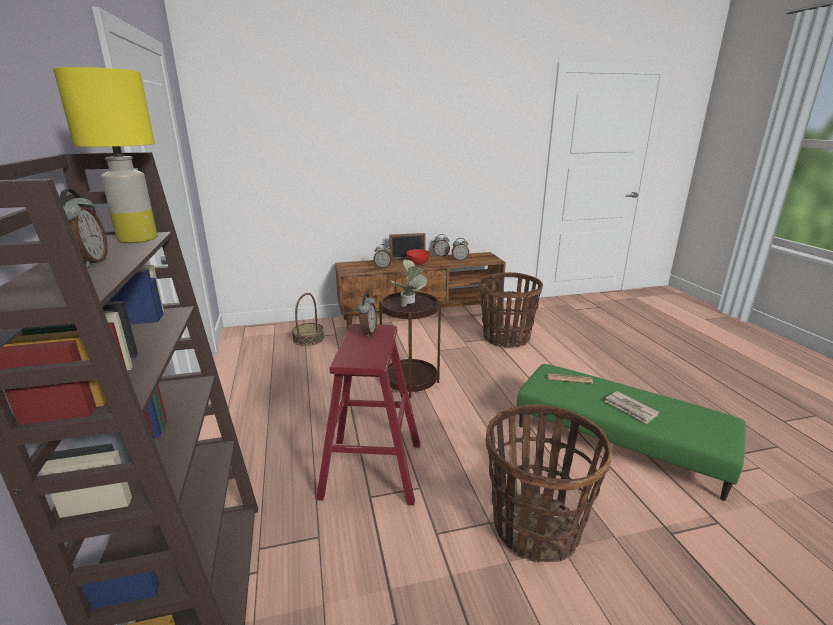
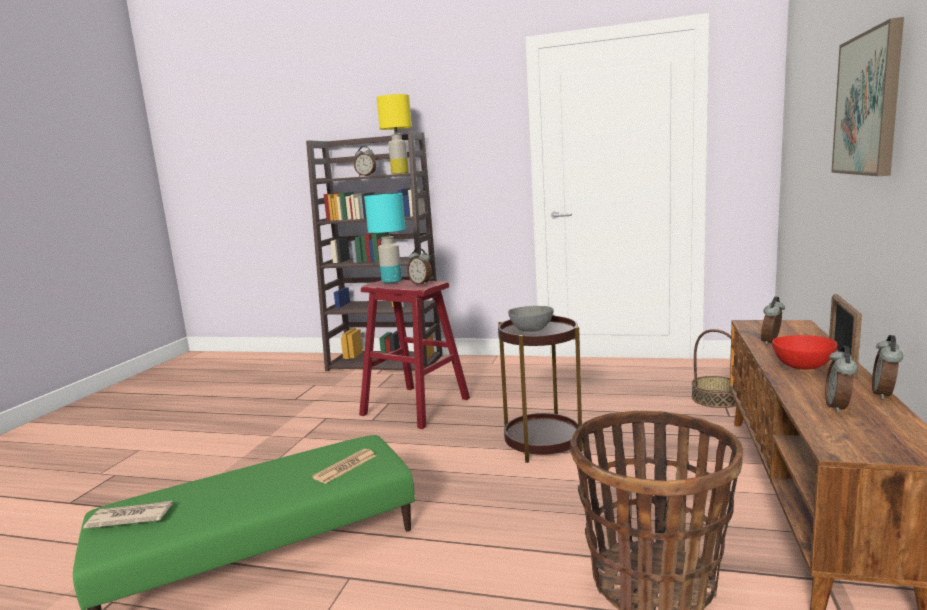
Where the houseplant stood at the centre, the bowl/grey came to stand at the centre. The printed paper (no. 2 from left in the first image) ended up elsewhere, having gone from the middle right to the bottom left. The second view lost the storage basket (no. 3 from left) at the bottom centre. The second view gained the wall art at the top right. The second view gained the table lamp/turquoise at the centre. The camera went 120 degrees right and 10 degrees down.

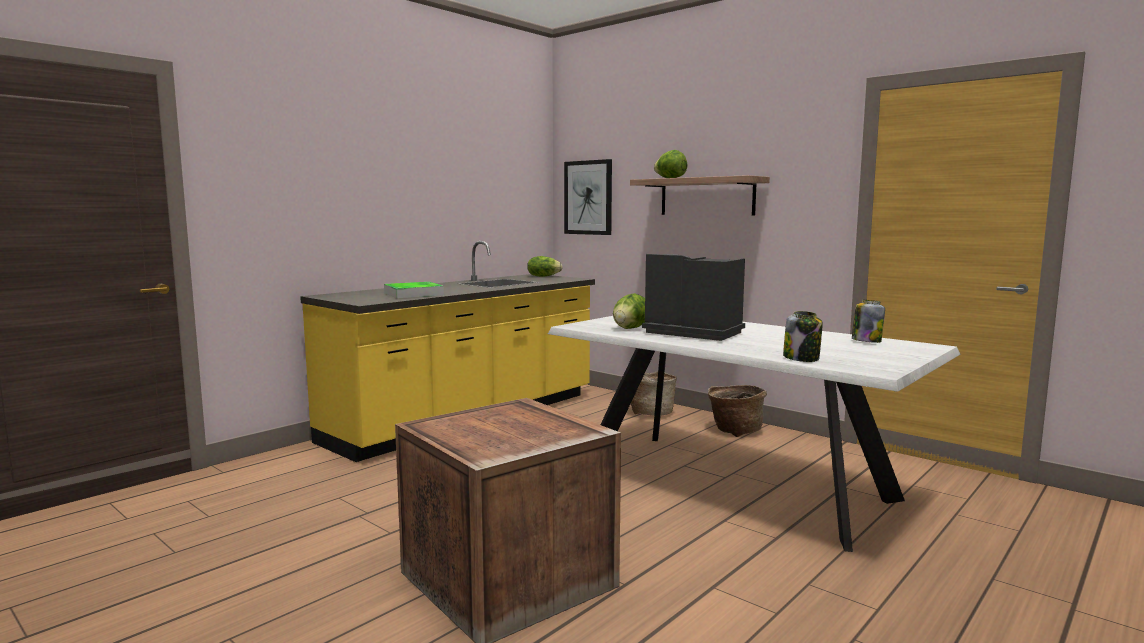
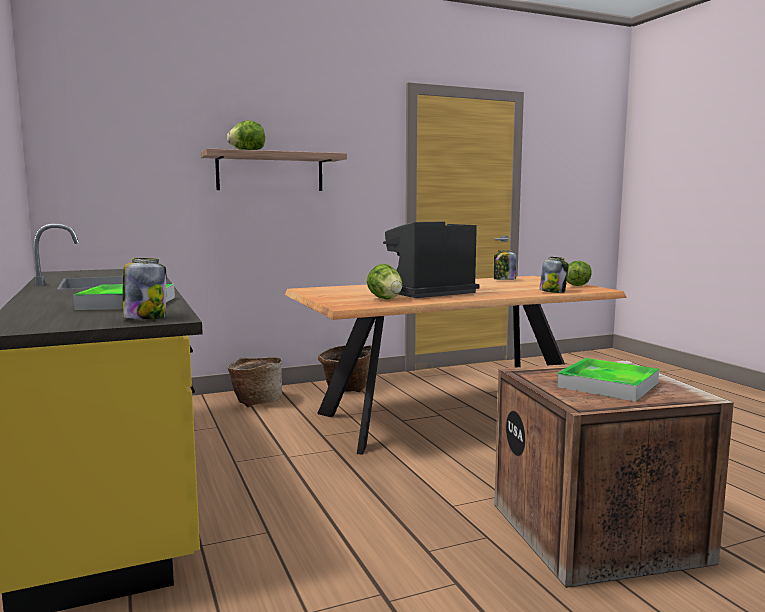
The second view lost the wall art at the top centre. The head of lettuce (no. 1 from left in the first image) ended up elsewhere, having gone from the centre to the middle right. What was the dining table/whitish at the bottom centre turned into the dining table/brown at the centre. The second view gained the preserve jar (no. 1 from left) at the middle left. The second view gained the serving tray (no. 2 from left) at the middle right. The camera went 65 degrees left and 0 degrees up.

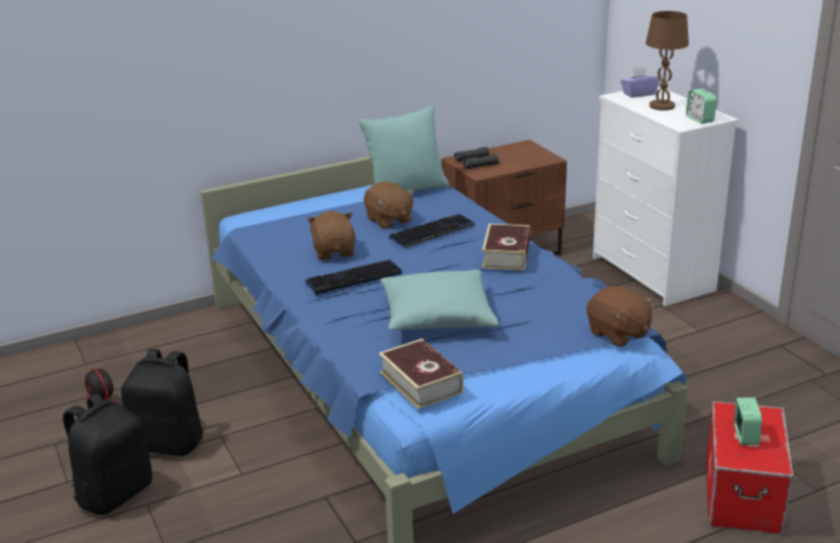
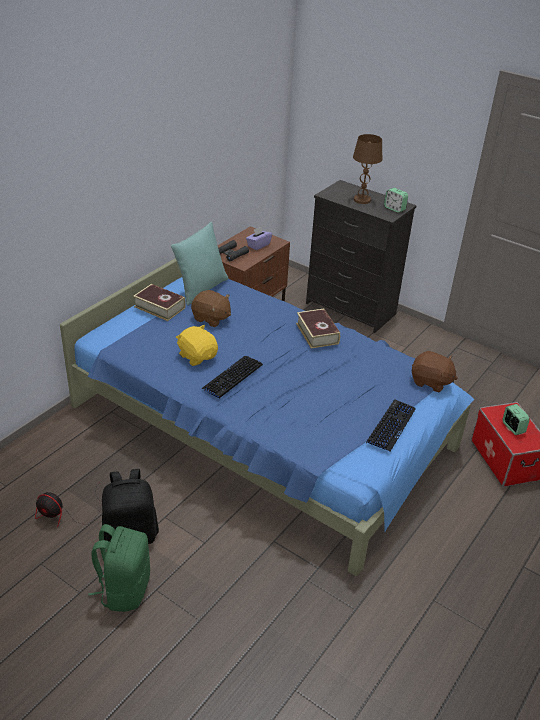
The box of tissues/purplish ended up elsewhere, having gone from the top right to the top centre. What was the chest of drawers/whitish at the middle right turned into the chest of drawers/blackish at the middle right. What was the soft toy/brown (no. 1 from left) at the centre turned into the soft toy/yellow at the centre. The keyboard (no. 2 from left) ended up elsewhere, having gone from the centre to the middle right. The second view lost the pillow/turquoise (no. 2 from left) at the centre. The bound book (no. 1 from left) ended up elsewhere, having gone from the bottom centre to the middle left. What was the rucksack/blackish (no. 1 from left) at the bottom left turned into the rucksack/green-coloured at the bottom left. The camera went 30 degrees left and 10 degrees up.

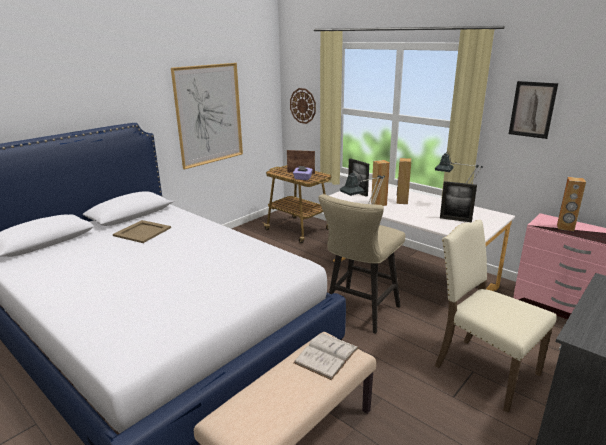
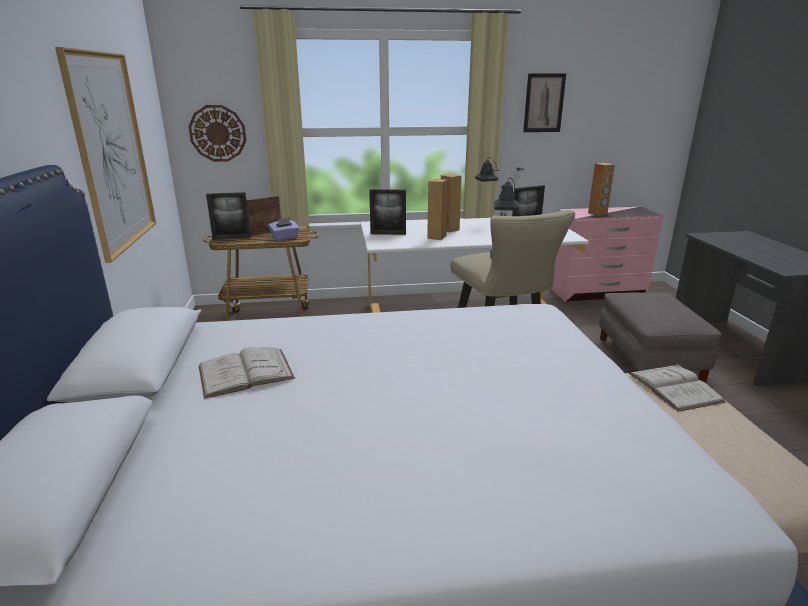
Where the serving tray/sand-coloured stood at the middle left, the bound book/whitish (no. 1 from left) came to stand at the middle left. Where the upright chair/sand-coloured stood at the bottom right, the ottoman/grey came to stand at the middle right. The second view gained the standing frame (no. 1 from left) at the middle left. The camera went 50 degrees left and 0 degrees up.

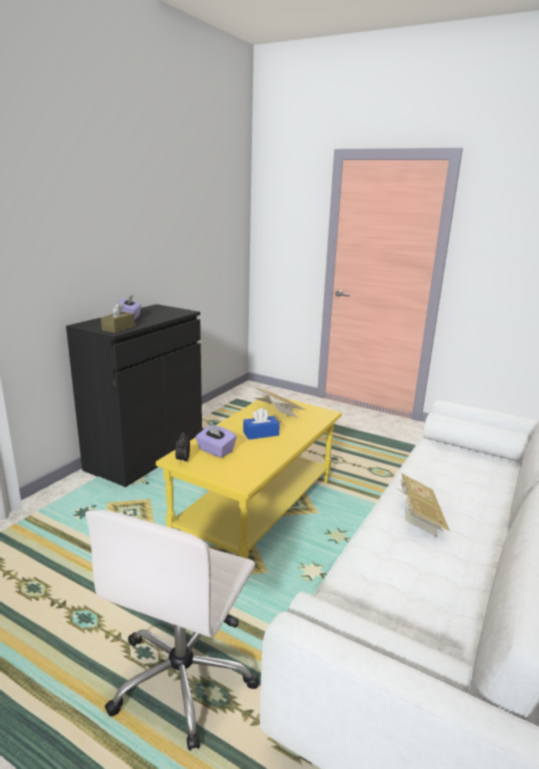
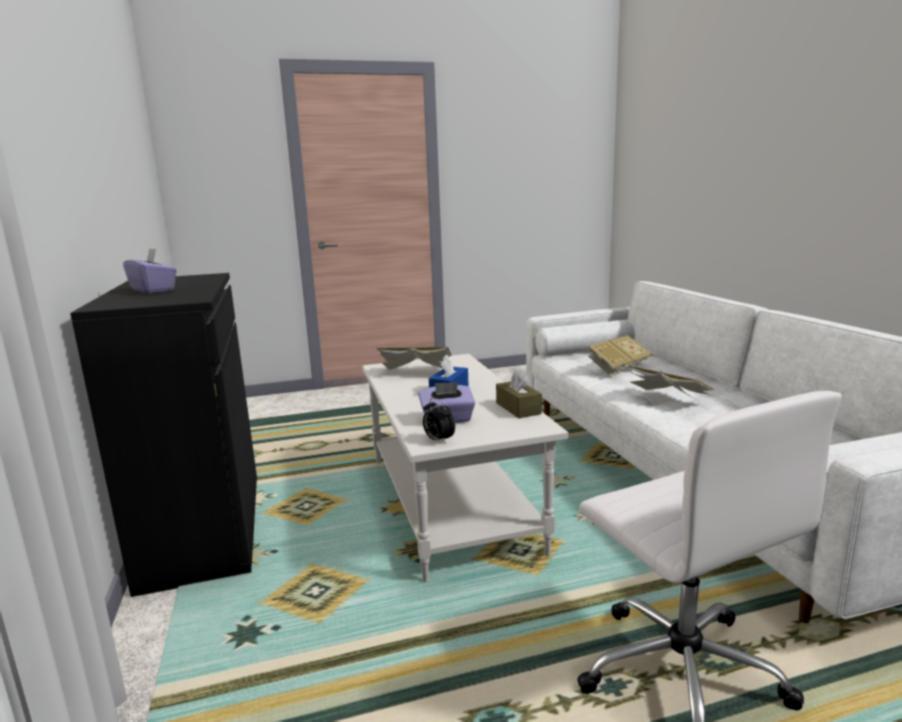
The box of tissues/brown ended up elsewhere, having gone from the middle left to the centre. What was the lounge table/yellow at the centre turned into the lounge table/whitish at the centre. The second view gained the bound book (no. 2 from left) at the middle right. The camera went 45 degrees left and 5 degrees down.

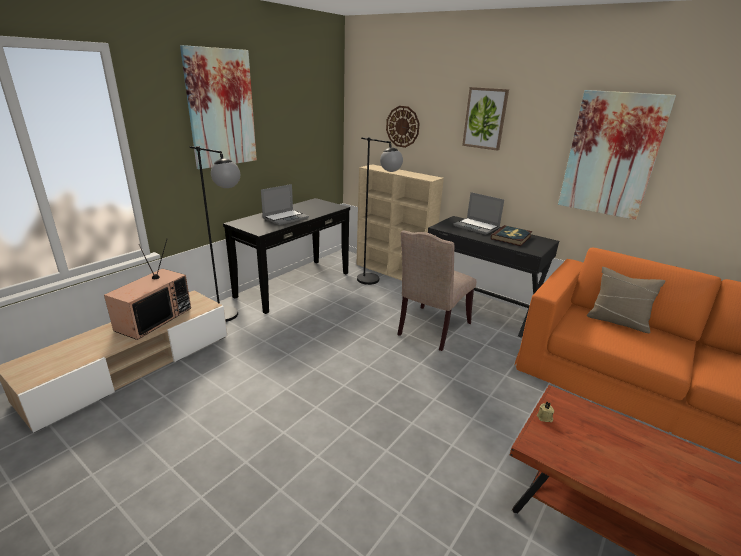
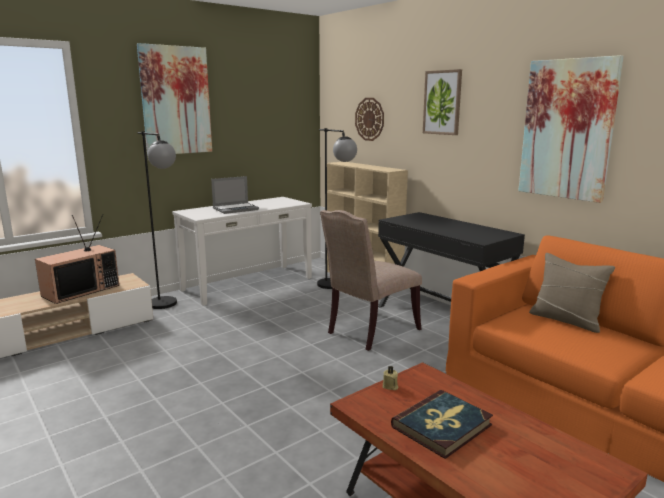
The second view lost the portable computer (no. 2 from left) at the centre. What was the narrow table/blackish at the centre turned into the narrow table/whitish at the centre. The bound book ended up elsewhere, having gone from the middle right to the bottom centre. The camera went 15 degrees right and 10 degrees down.

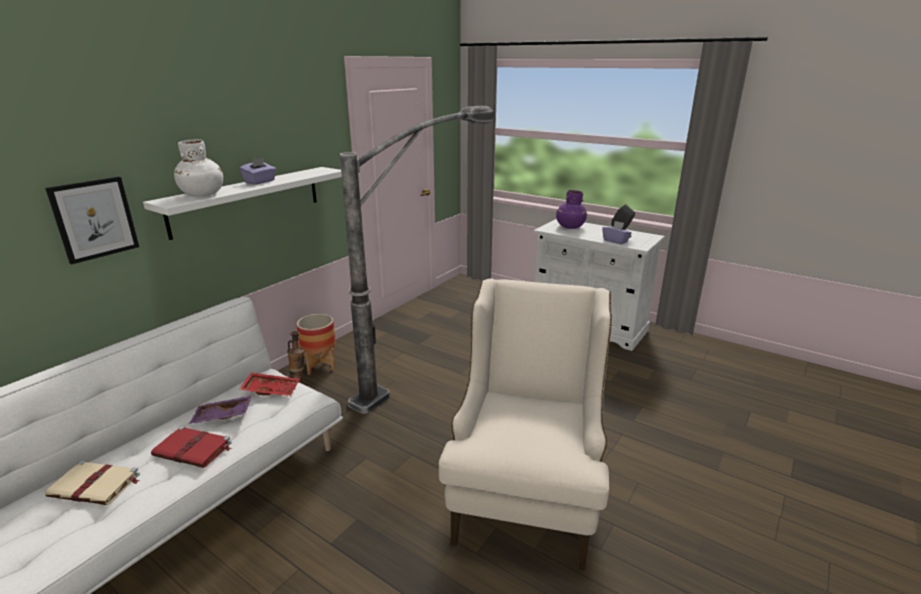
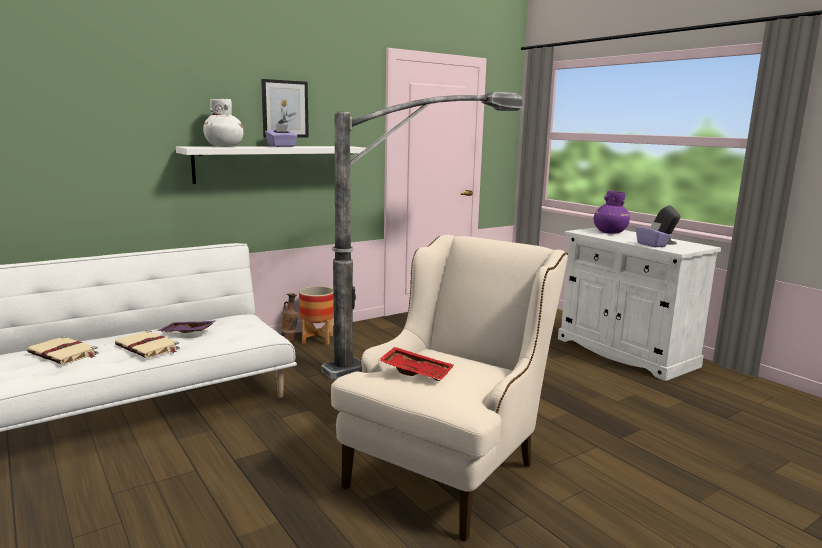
The wall art ended up elsewhere, having gone from the middle left to the top centre. The serving tray/red ended up elsewhere, having gone from the middle left to the centre. What was the bound book/red at the bottom left turned into the bound book/sand-coloured (no. 2 from left) at the middle left. The camera went 20 degrees right and 10 degrees down.

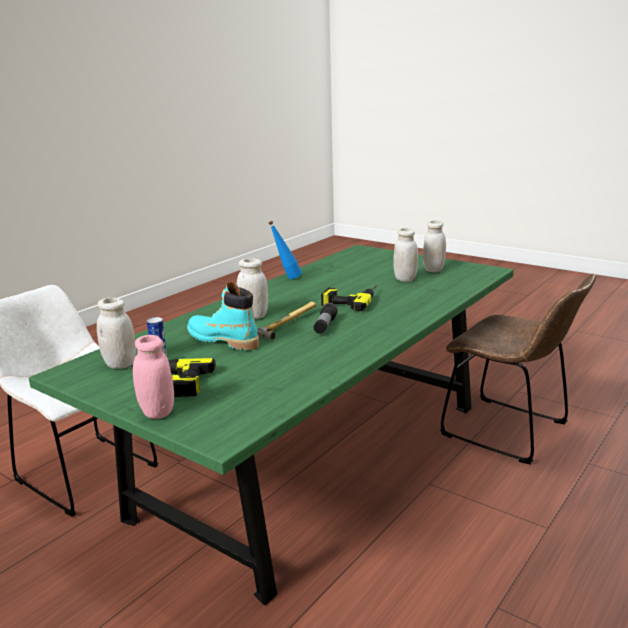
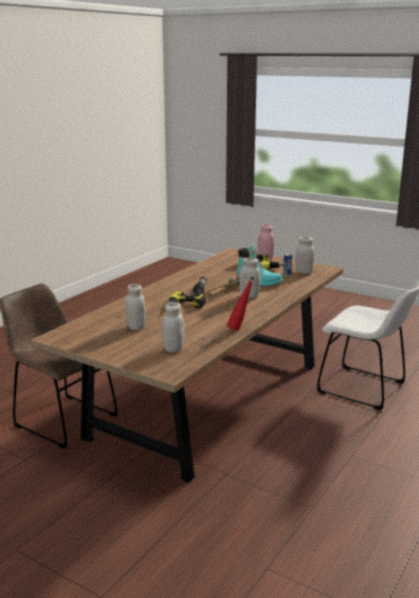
The preserve jar/whitish (no. 4 from left in the first image) ended up elsewhere, having gone from the middle right to the centre. What was the drink bottle/blue at the centre turned into the drink bottle/red at the centre. What was the dining table/green-coloured at the bottom centre turned into the dining table/brown at the centre. The camera went 175 degrees right and 0 degrees up.

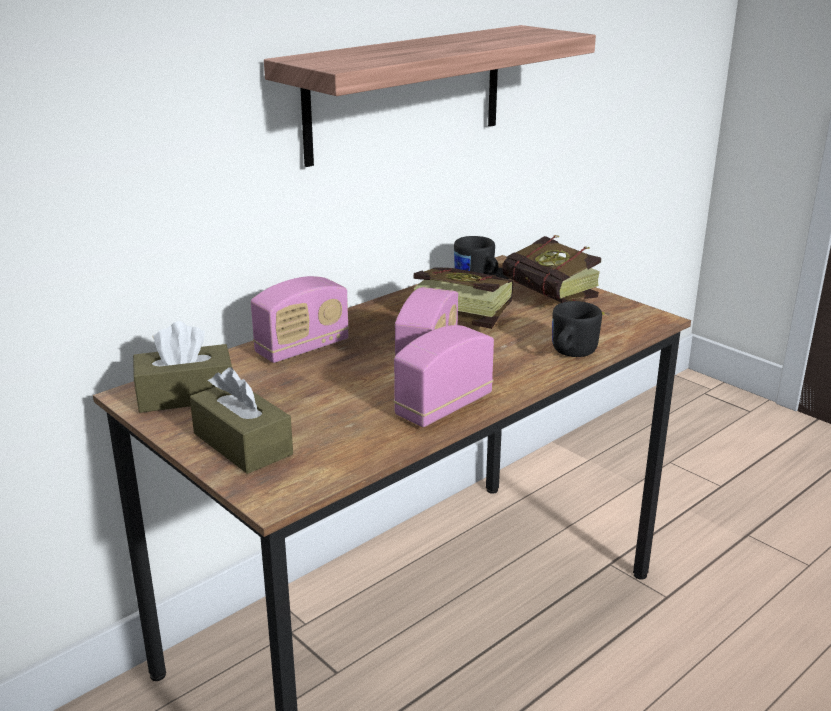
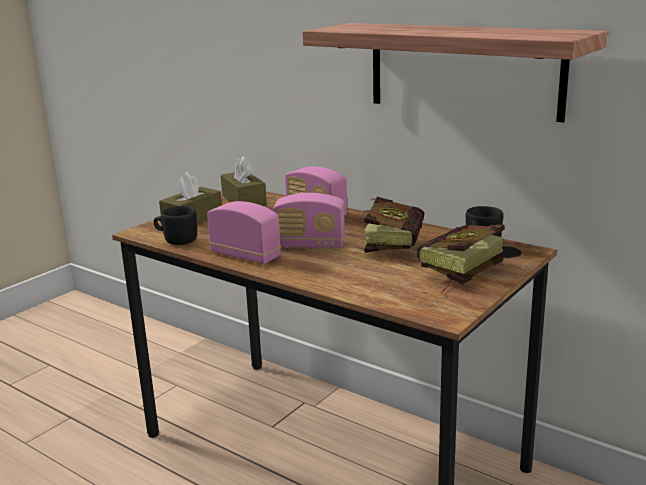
The mug/blackish (no. 2 from left in the first image) ended up elsewhere, having gone from the middle right to the middle left. The camera went 80 degrees right and 5 degrees down.

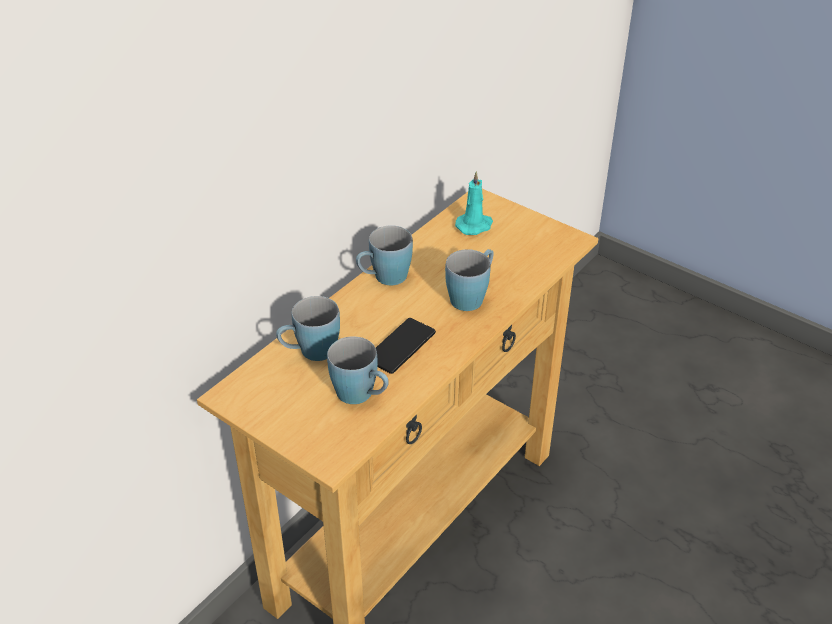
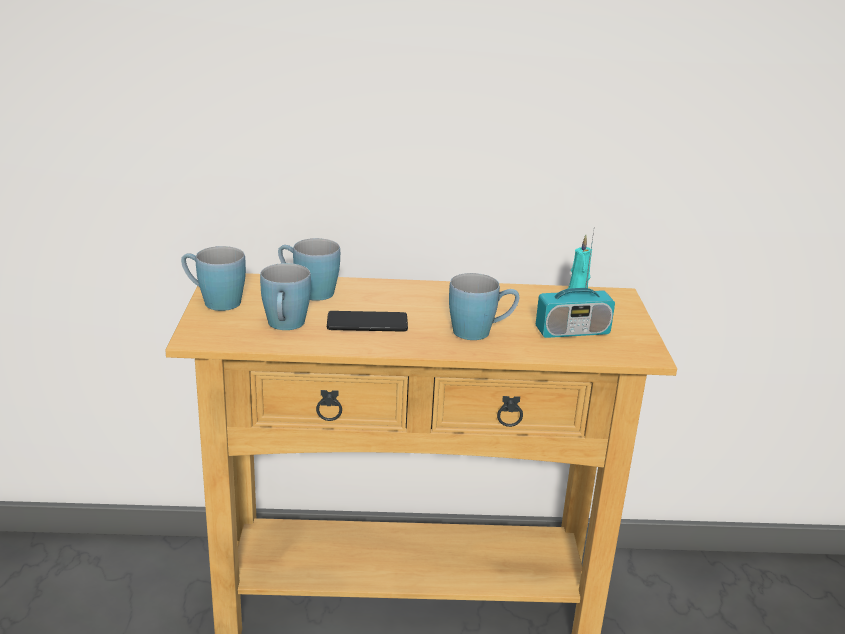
The mug/blue (no. 3 from left in the first image) ended up elsewhere, having gone from the centre to the middle left. The second view gained the radio receiver at the middle right. The camera went 50 degrees right and 15 degrees down.

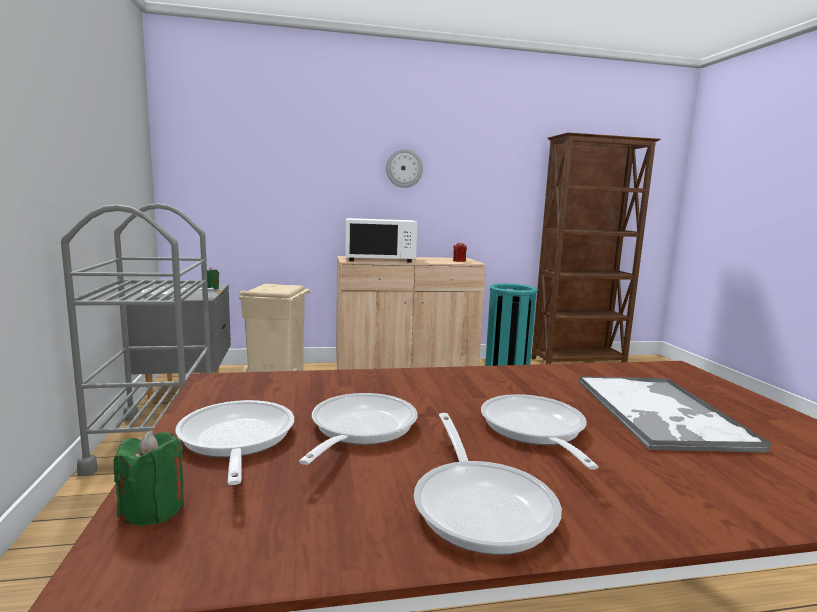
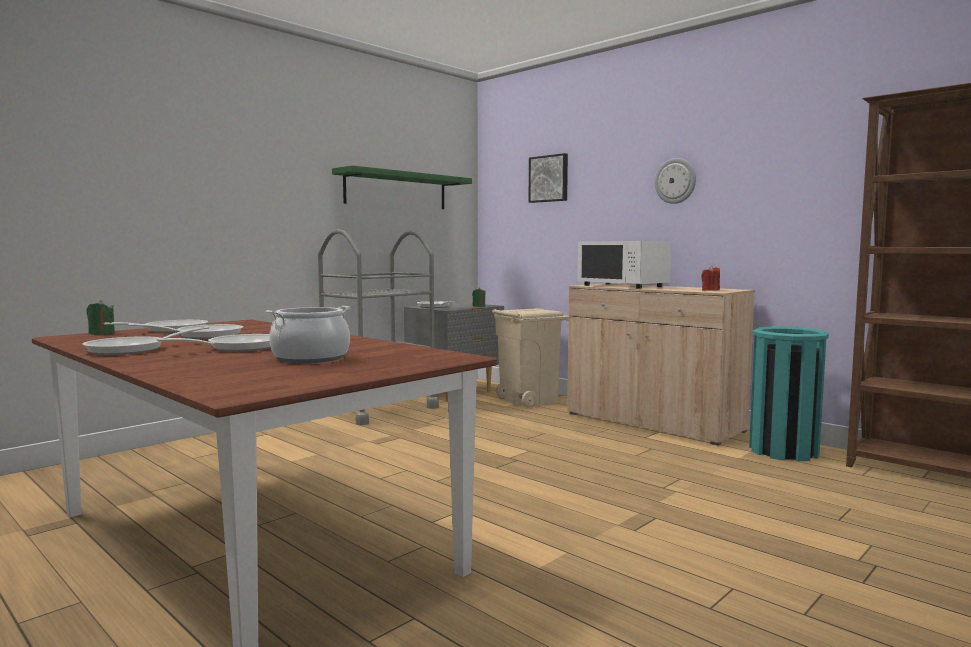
Where the serving tray stood at the bottom right, the saucepot came to stand at the middle left. The second view gained the wall art at the top centre. The second view gained the shelf/green-coloured at the top centre. The camera went 55 degrees right and 5 degrees down.

